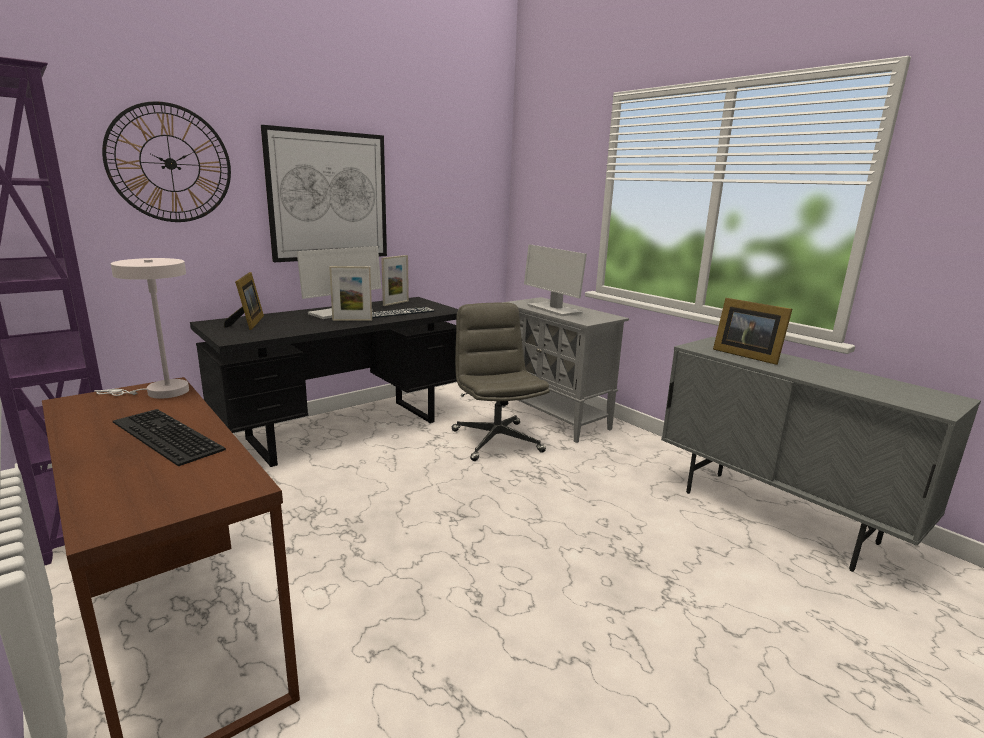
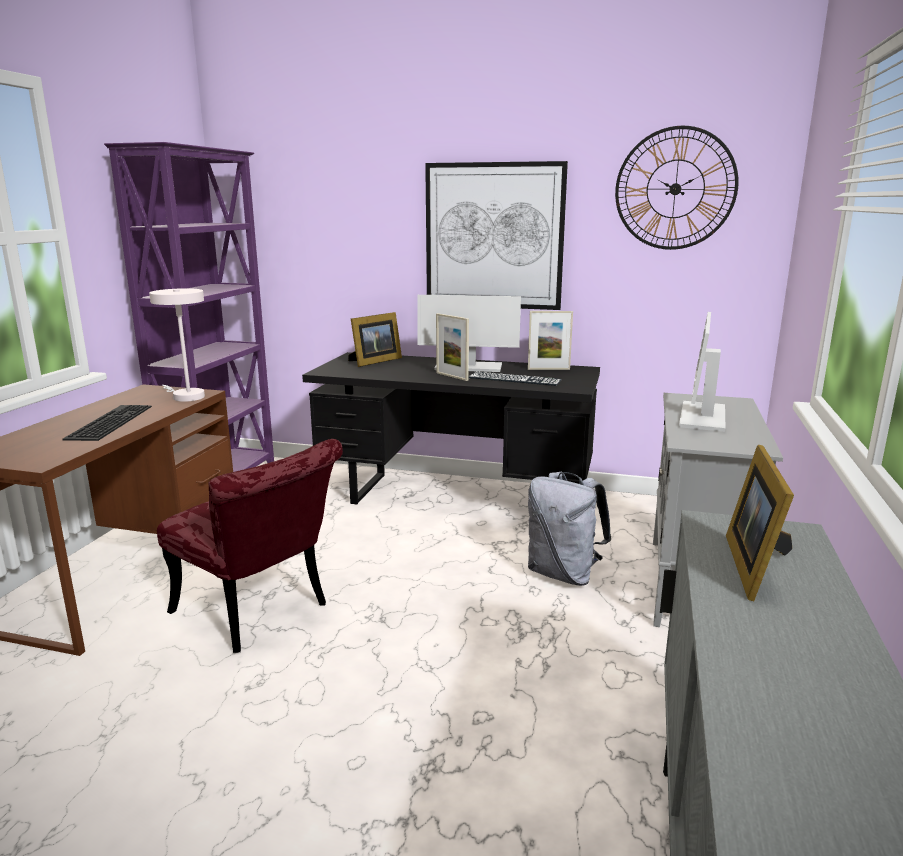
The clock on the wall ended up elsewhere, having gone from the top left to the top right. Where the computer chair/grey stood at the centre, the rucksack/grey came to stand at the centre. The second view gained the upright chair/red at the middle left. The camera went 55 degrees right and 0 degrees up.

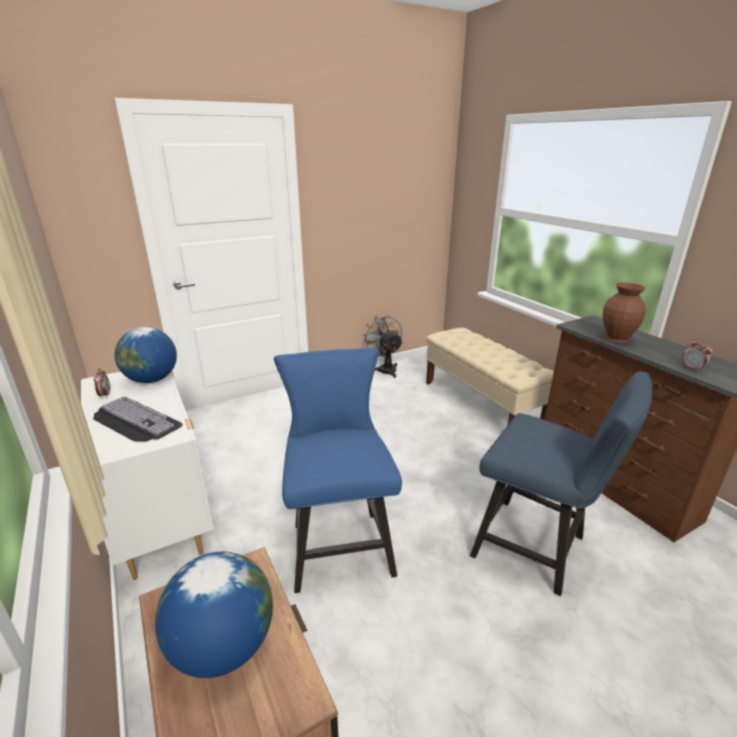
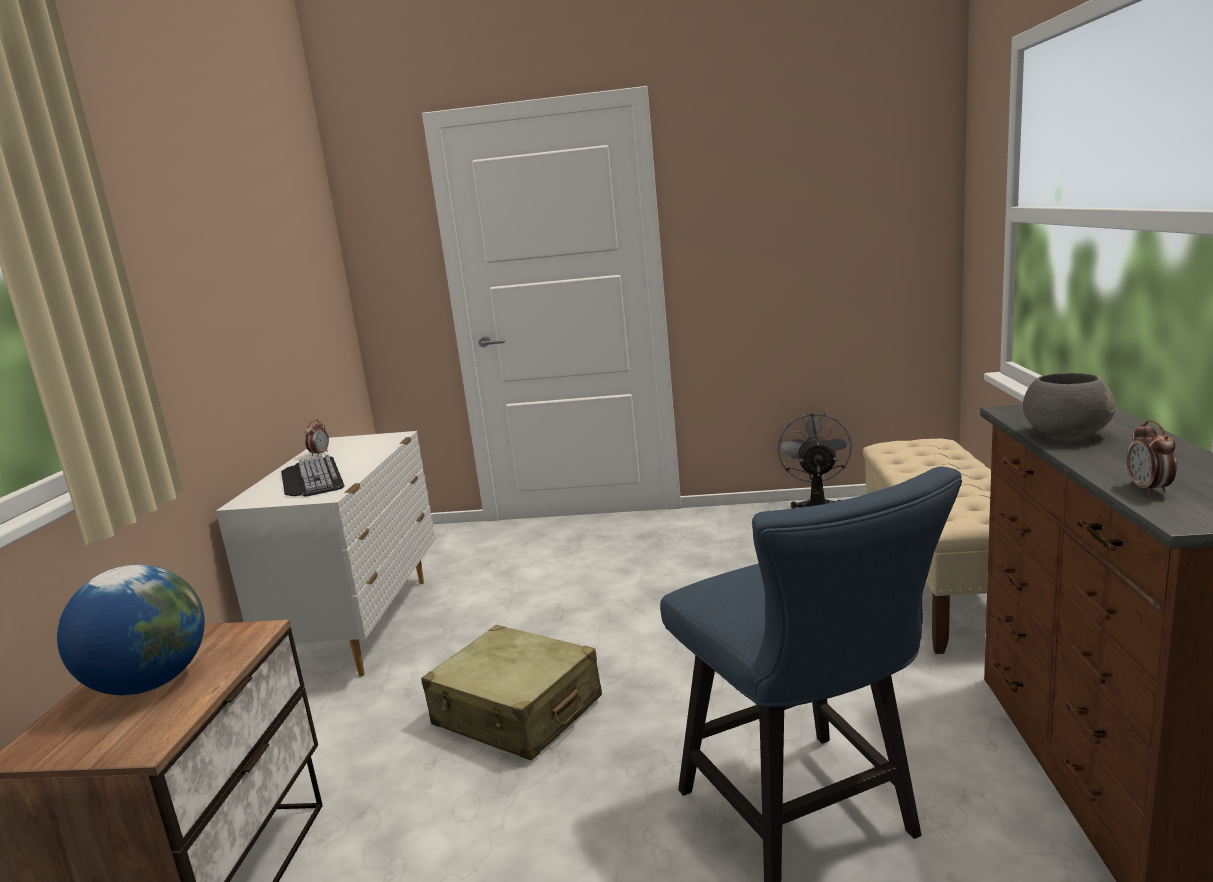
Where the flower vase/brown stood at the middle right, the bowl/grey came to stand at the middle right. The second view lost the globe (no. 1 from left) at the middle left. Where the upright chair/blue (no. 1 from left) stood at the centre, the suitcase/sand-coloured came to stand at the bottom centre. The camera went 35 degrees right and 10 degrees down.

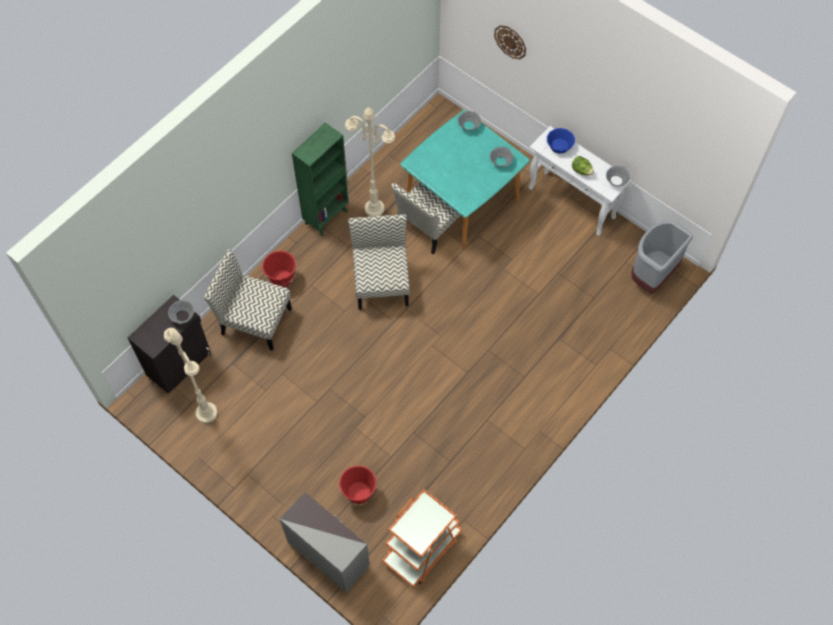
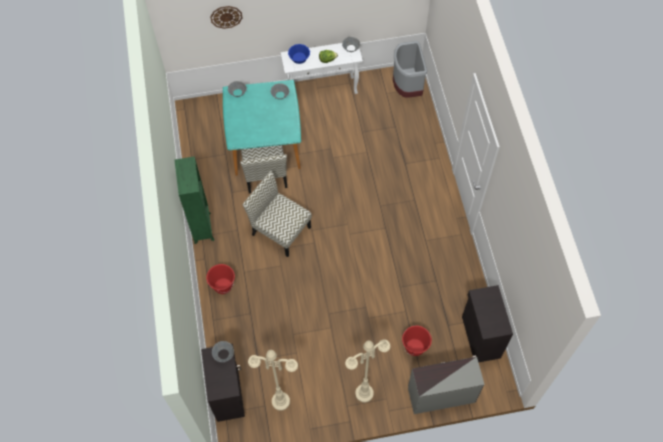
The standard lamp/sand-coloured (no. 2 from left) ended up elsewhere, having gone from the top centre to the bottom centre. The second view lost the upright chair (no. 1 from left) at the middle left. Where the trolley/orangey stood at the bottom centre, the cabinet/blackish (no. 2 from left) came to stand at the bottom right. The camera went 50 degrees left and 0 degrees up.

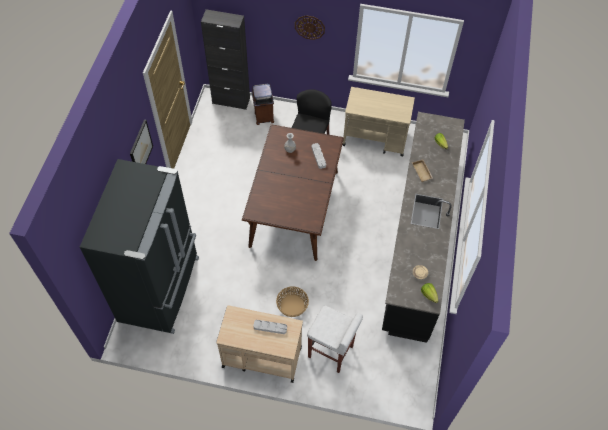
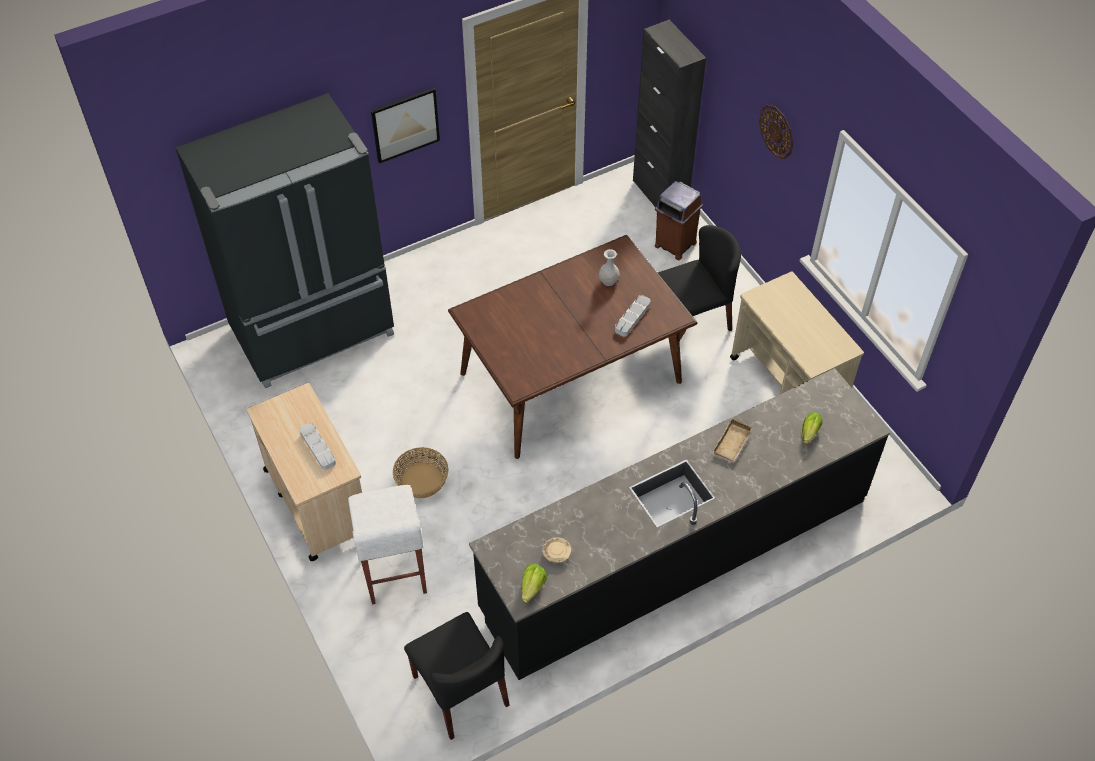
The second view gained the upright chair/blackish (no. 1 from left) at the bottom centre. The camera went 50 degrees right and 5 degrees down.

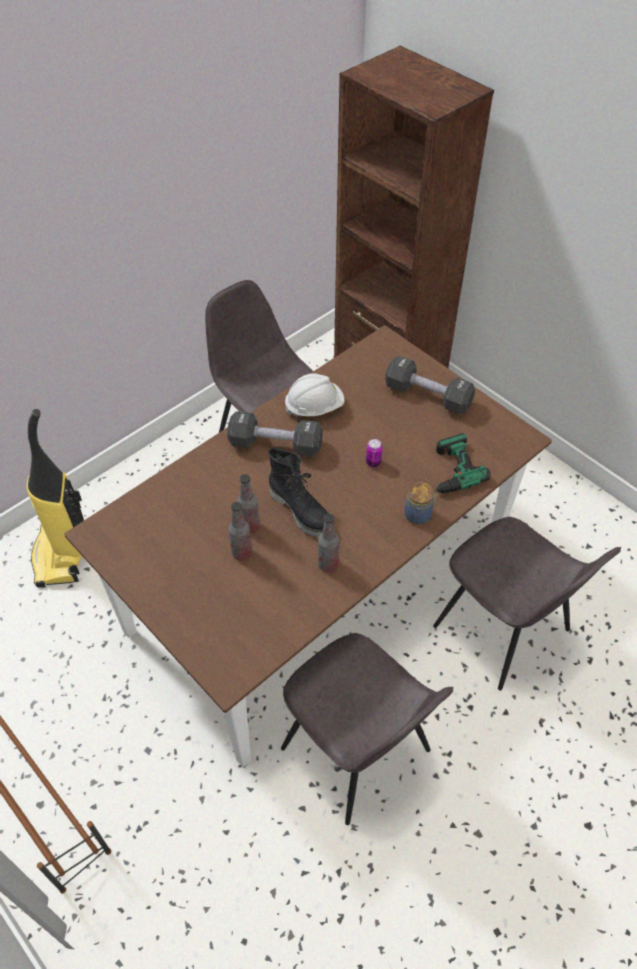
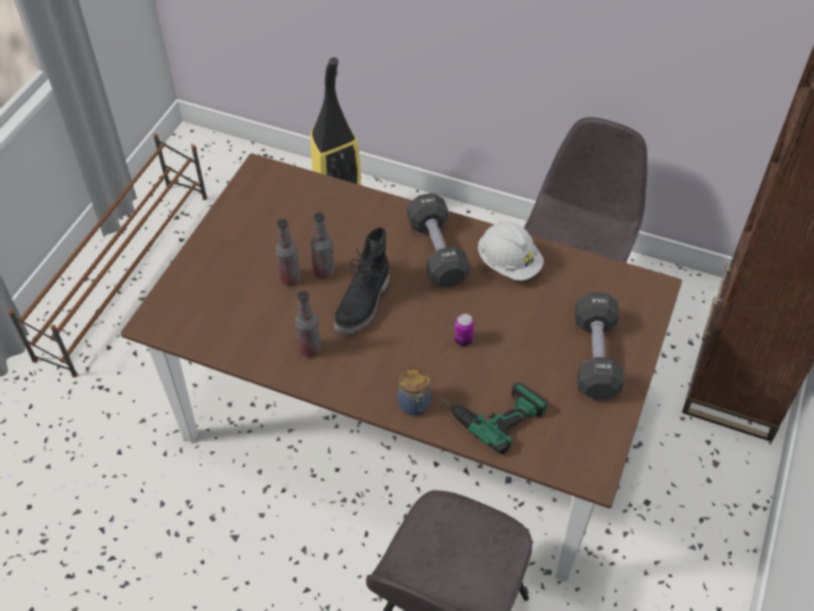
The second view lost the upright chair/grey (no. 2 from left) at the bottom centre. The camera went 65 degrees right and 0 degrees up.

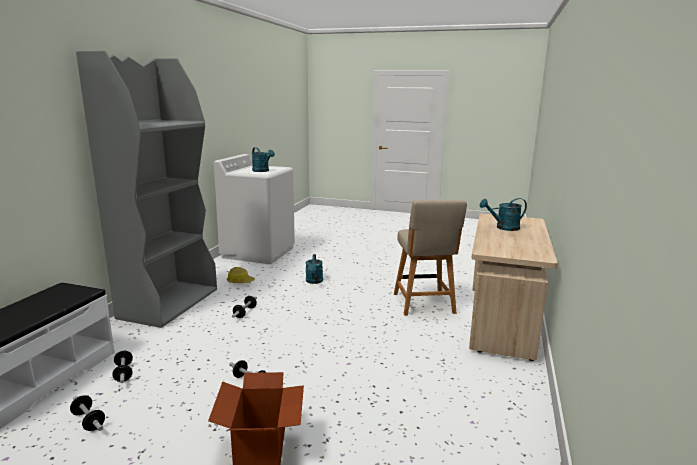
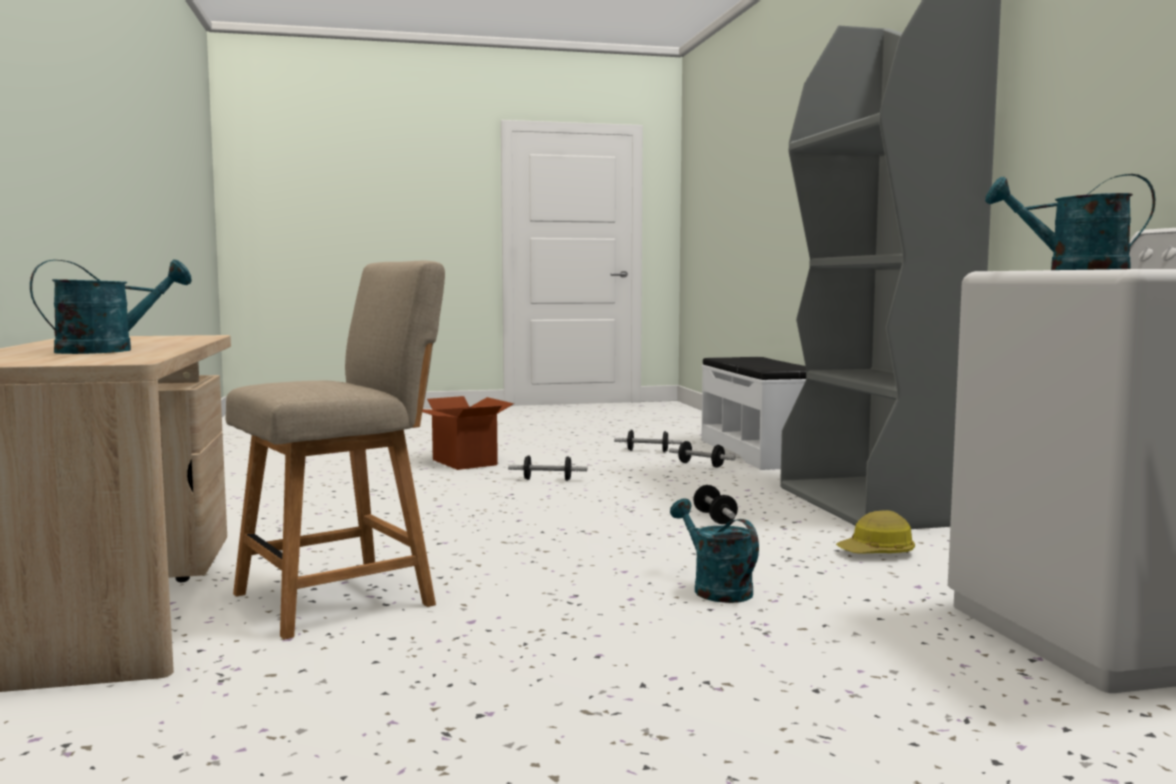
The upright chair/sand-coloured at the centre ended up facing another way, 90 degrees clockwise from before. The camera went 150 degrees right and 10 degrees down.

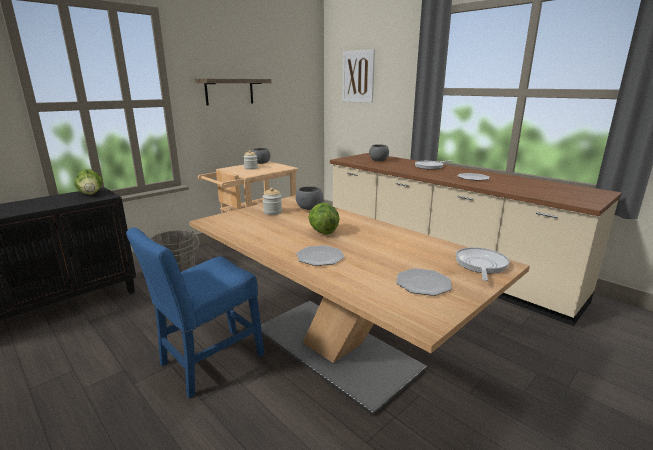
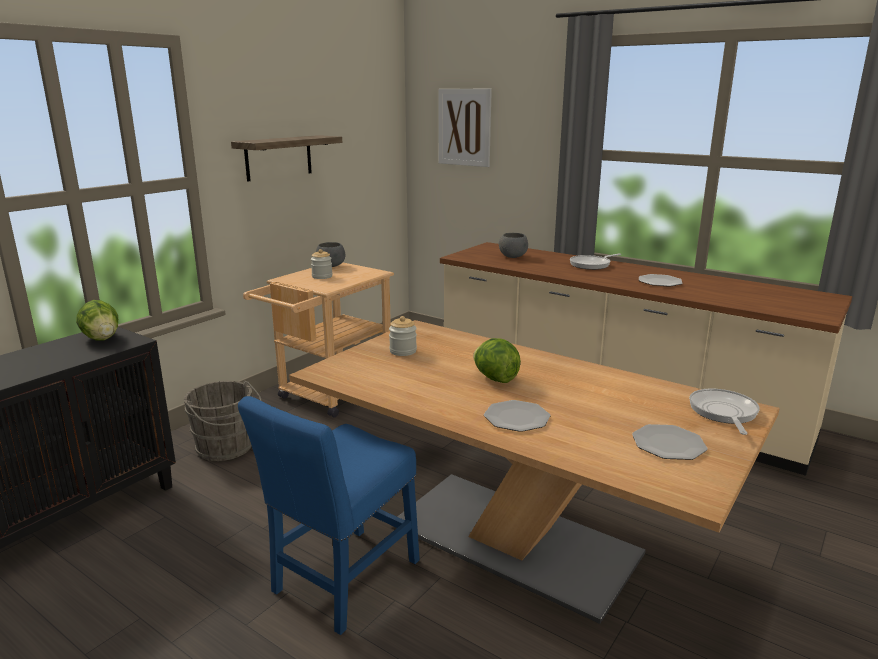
The second view lost the bowl/grey (no. 2 from left) at the centre. The camera went 10 degrees left and 0 degrees up.

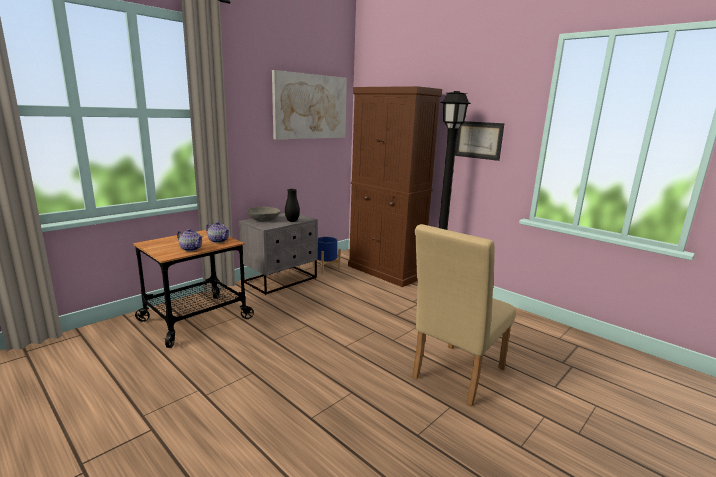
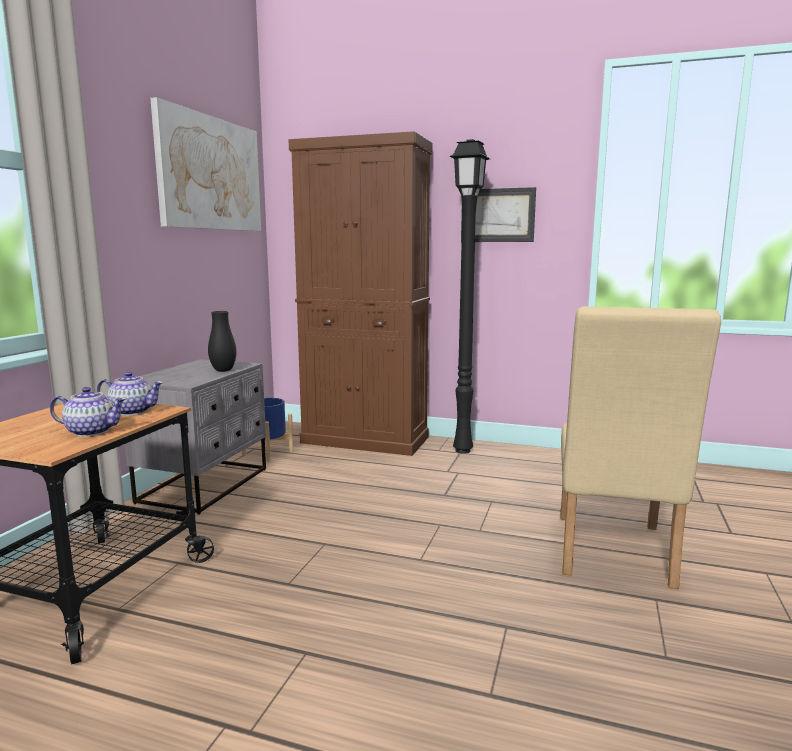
The second view lost the bowl/grey at the centre. The camera went 25 degrees left and 5 degrees down.

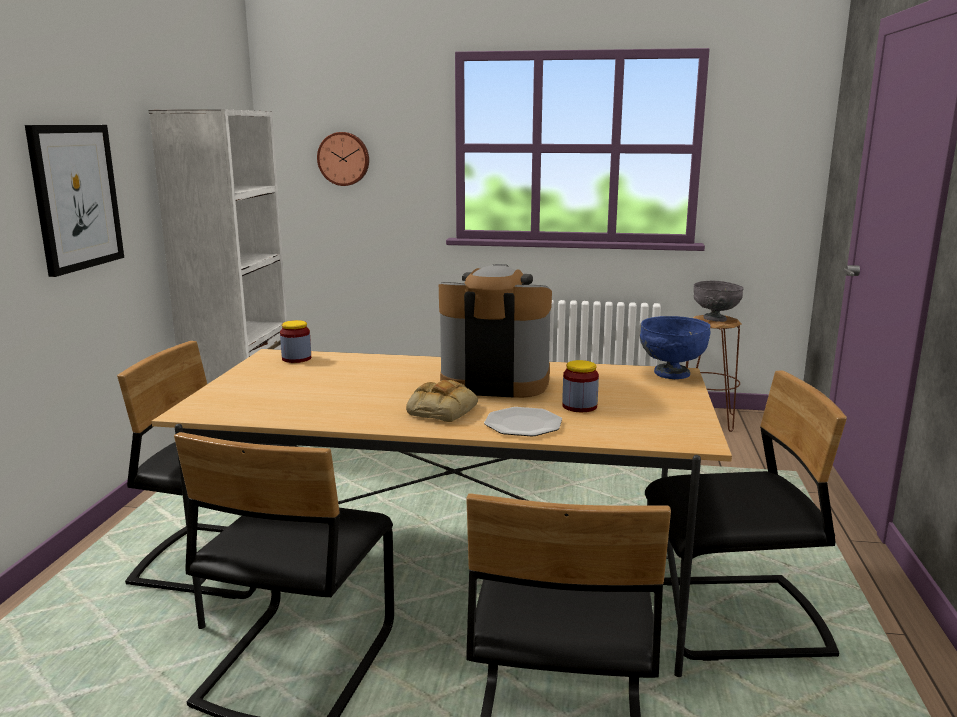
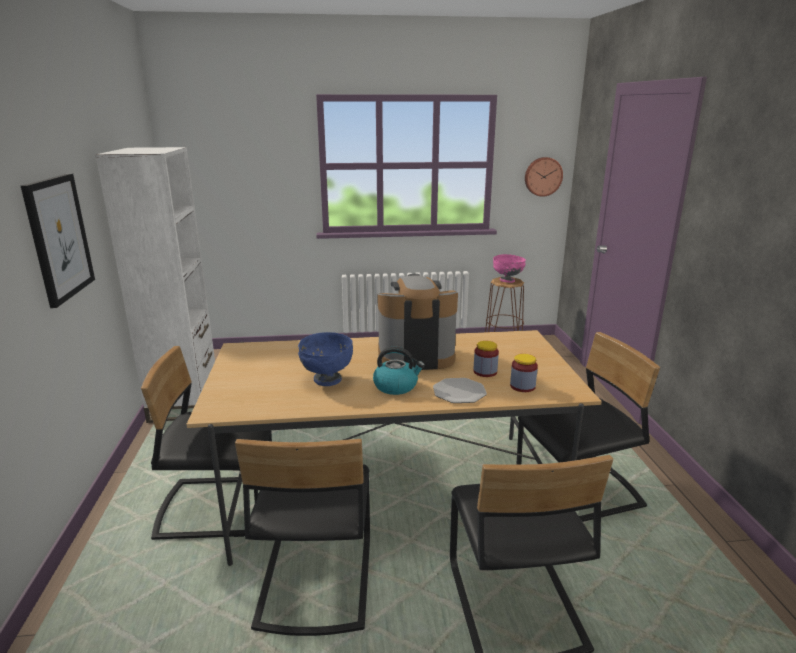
The clock on the wall ended up elsewhere, having gone from the top centre to the top right. What was the bowl/grey at the middle right turned into the bowl/pink-coloured at the centre. The bowl/blue ended up elsewhere, having gone from the middle right to the centre. The preserve jar (no. 1 from left in the first image) ended up elsewhere, having gone from the middle left to the centre. Where the bakery bread stood at the centre, the water kettle came to stand at the centre. The camera went 15 degrees left and 5 degrees up.

